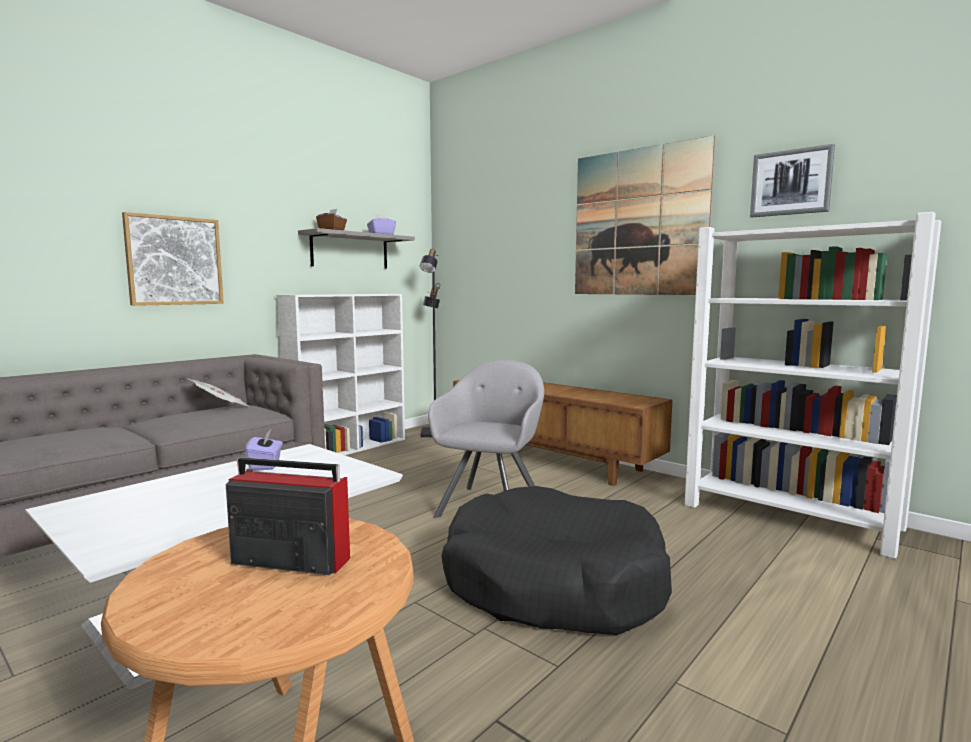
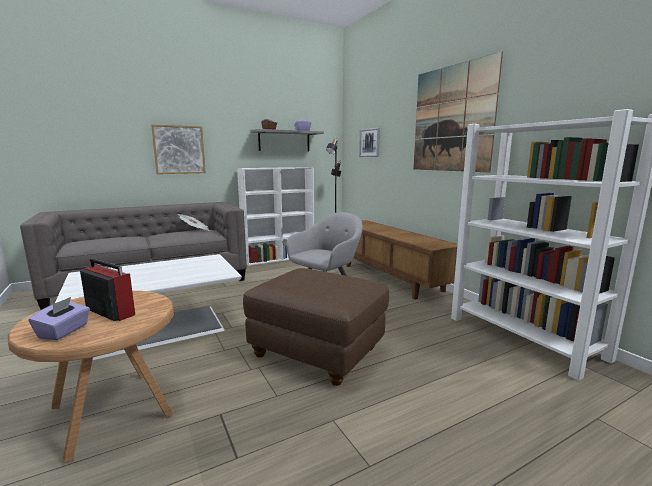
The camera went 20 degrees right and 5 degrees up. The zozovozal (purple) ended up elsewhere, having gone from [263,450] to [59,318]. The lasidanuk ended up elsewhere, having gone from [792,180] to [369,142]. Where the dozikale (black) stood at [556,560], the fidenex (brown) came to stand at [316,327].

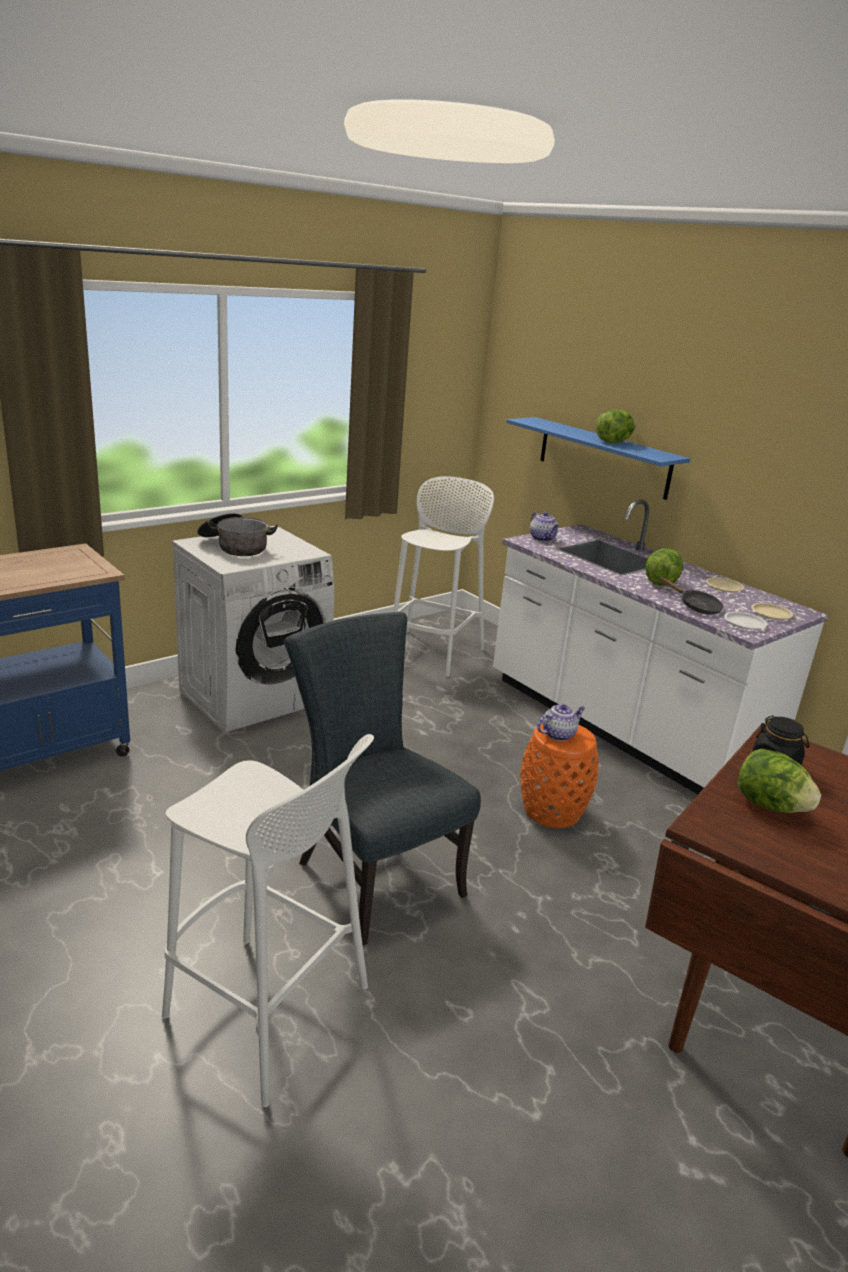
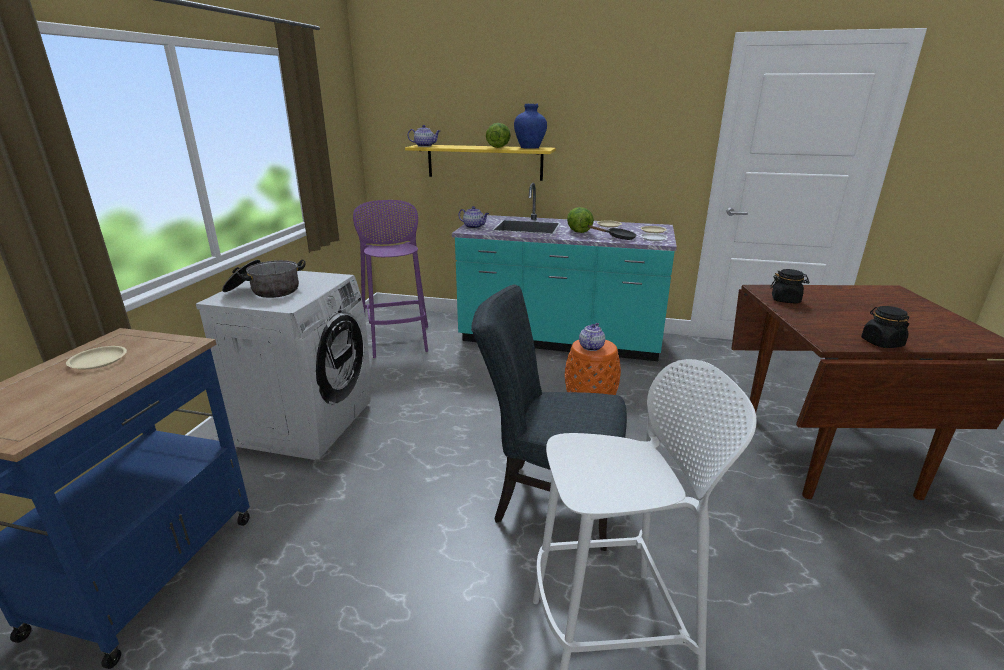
The camera went 35 degrees left and 0 degrees up. The second view lost the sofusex at [779,780]. The second view gained the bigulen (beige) at [96,357]. The second view gained the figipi at [424,136]. The second view gained the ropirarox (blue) at [530,126]. The second view gained the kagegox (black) at [885,327]. What was the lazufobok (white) at [443,576] turned into the lazufobok (purple) at [390,279]. What was the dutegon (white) at [660,646] turned into the dutegon (turquoise) at [564,272]. What was the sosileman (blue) at [598,458] turned into the sosileman (yellow) at [480,163].

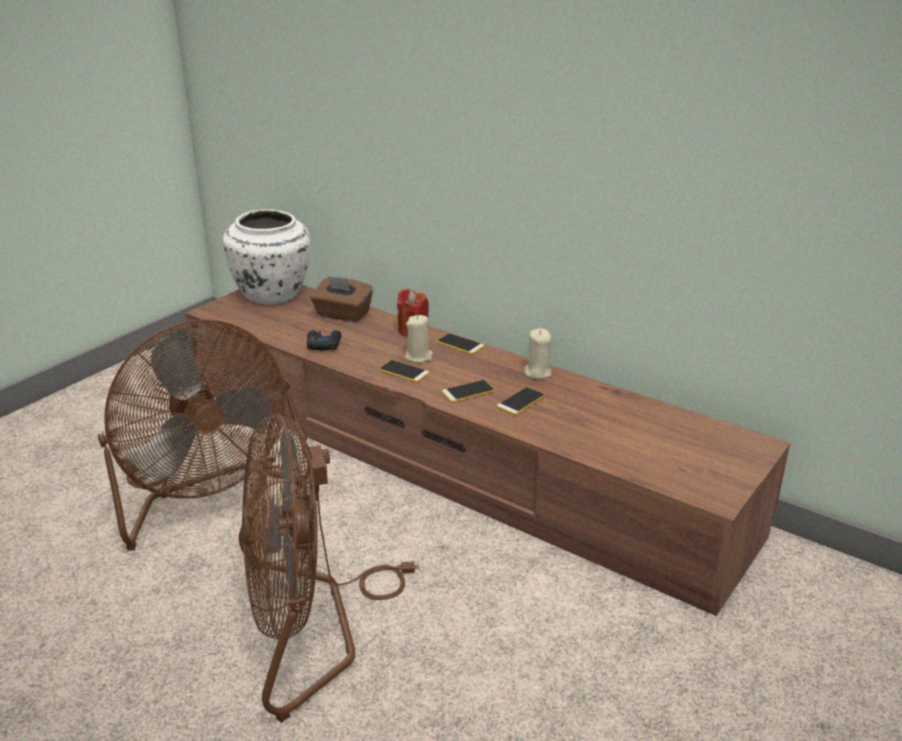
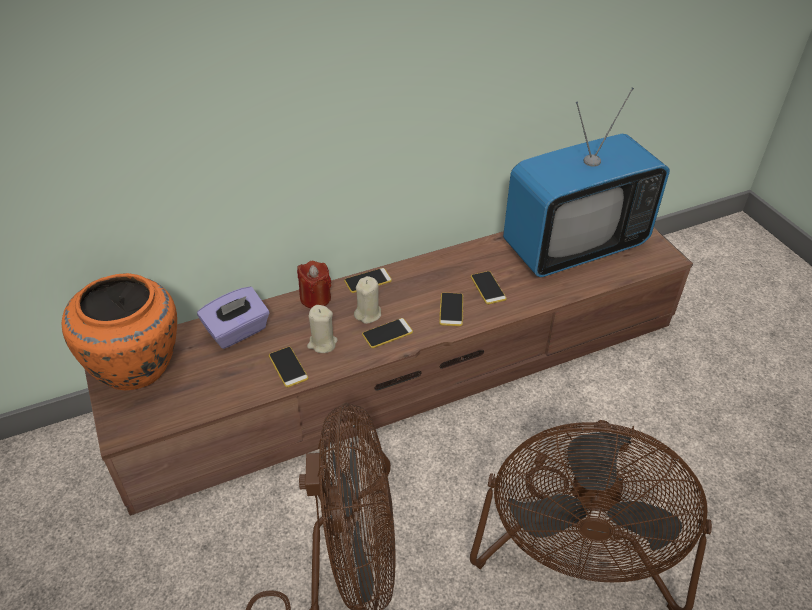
The camera went 60 degrees left and 15 degrees up. The second view gained the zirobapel at [586,182]. The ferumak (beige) ended up elsewhere, having gone from [537,353] to [322,329]. Where the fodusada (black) stood at [324,340], the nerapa came to stand at [288,367]. What was the ropirarox (white) at [267,257] turned into the ropirarox (orange) at [119,331]. What was the zozovozal (brown) at [341,298] turned into the zozovozal (purple) at [233,318].

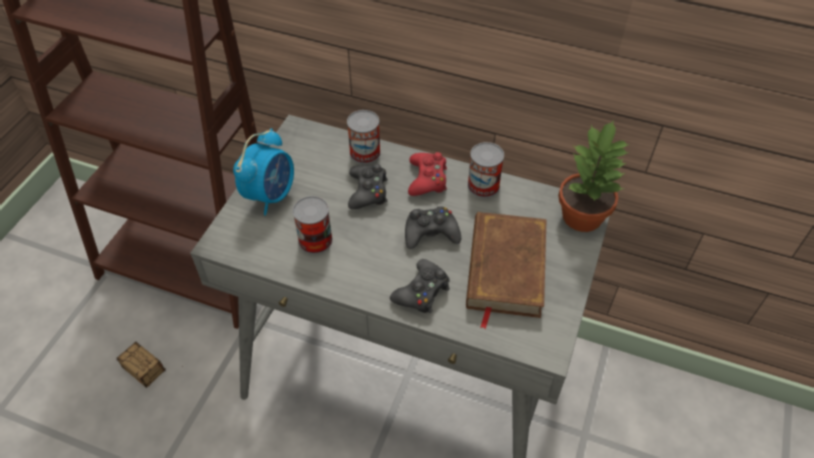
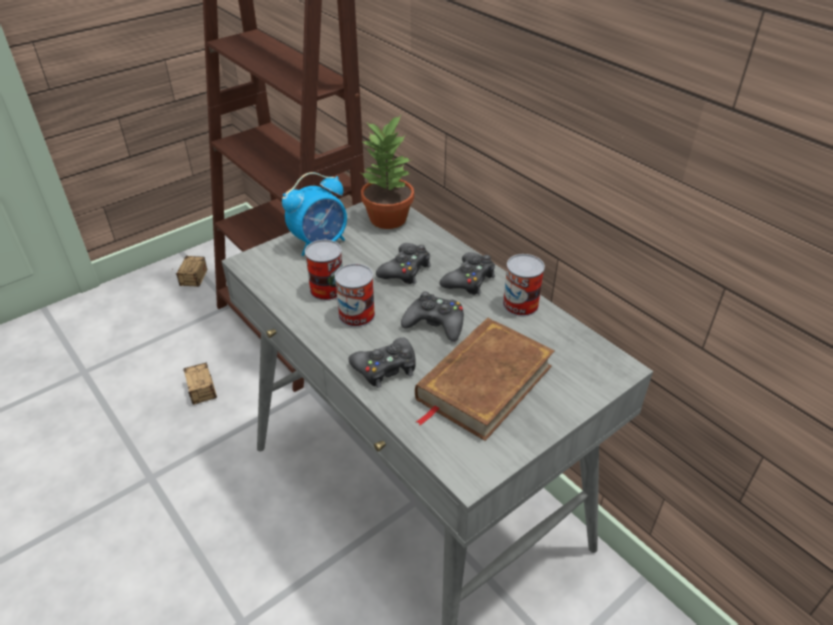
The camera went 30 degrees right and 10 degrees down. The second view gained the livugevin at [190,271]. The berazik ended up elsewhere, having gone from [364,137] to [355,295]. The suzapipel ended up elsewhere, having gone from [594,176] to [387,172]. What was the fodusada (red) at [427,174] turned into the fodusada (black) at [467,273].

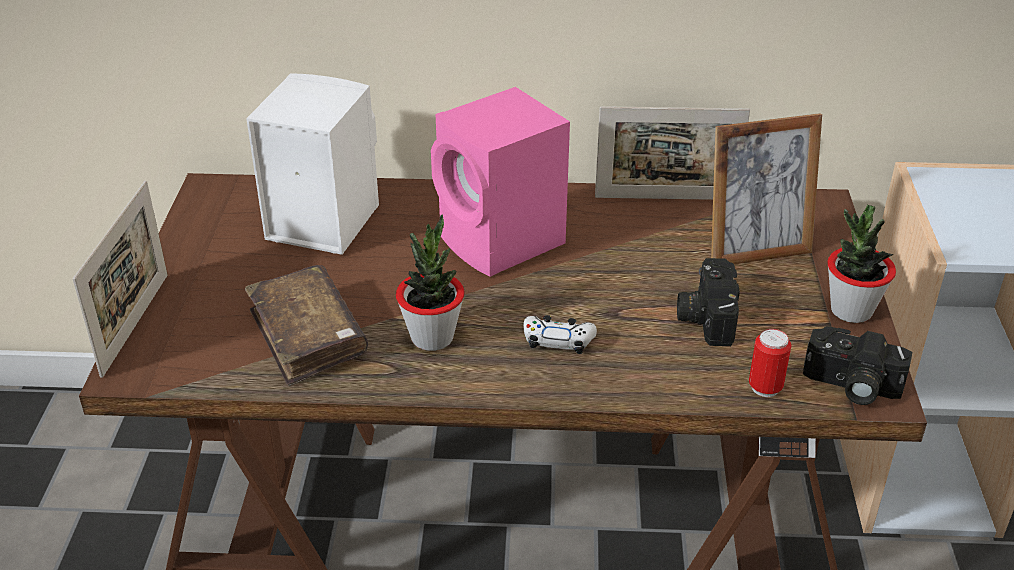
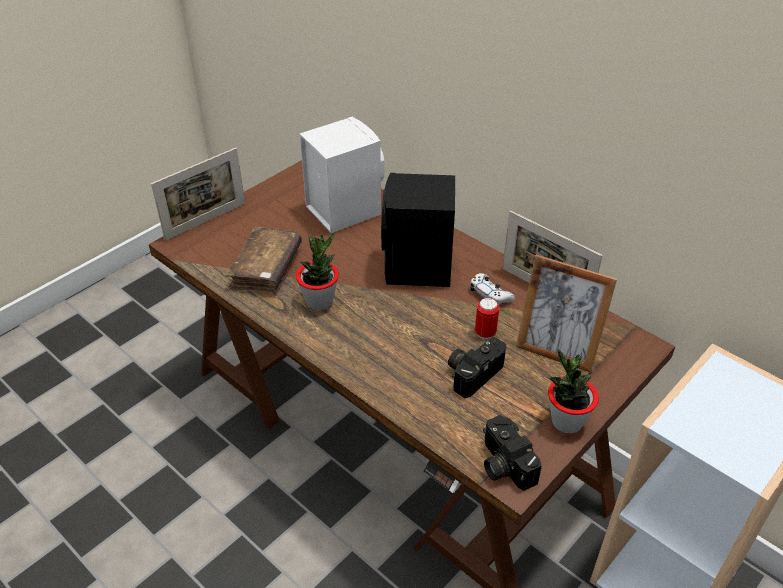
The camera went 40 degrees right and 5 degrees up. The fodusada (white) ended up elsewhere, having gone from [560,334] to [492,288]. The berazik ended up elsewhere, having gone from [770,363] to [487,318]. What was the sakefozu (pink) at [500,182] turned into the sakefozu (black) at [418,230].

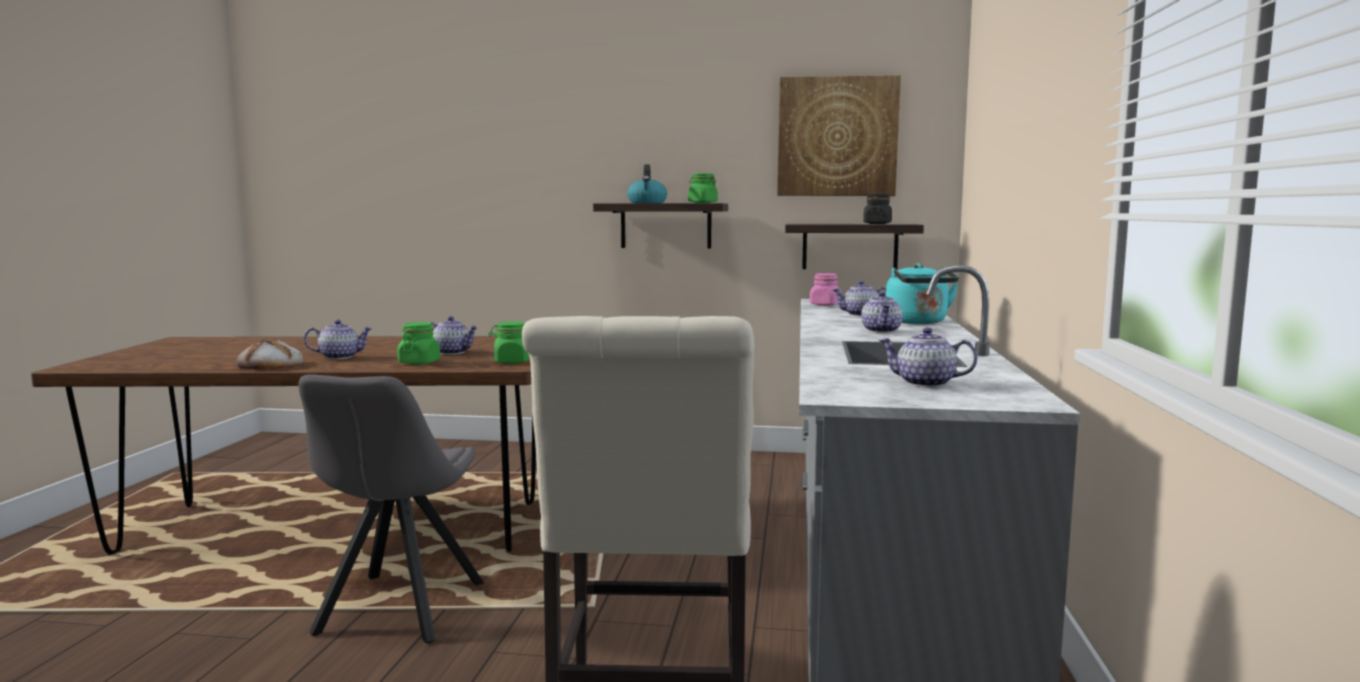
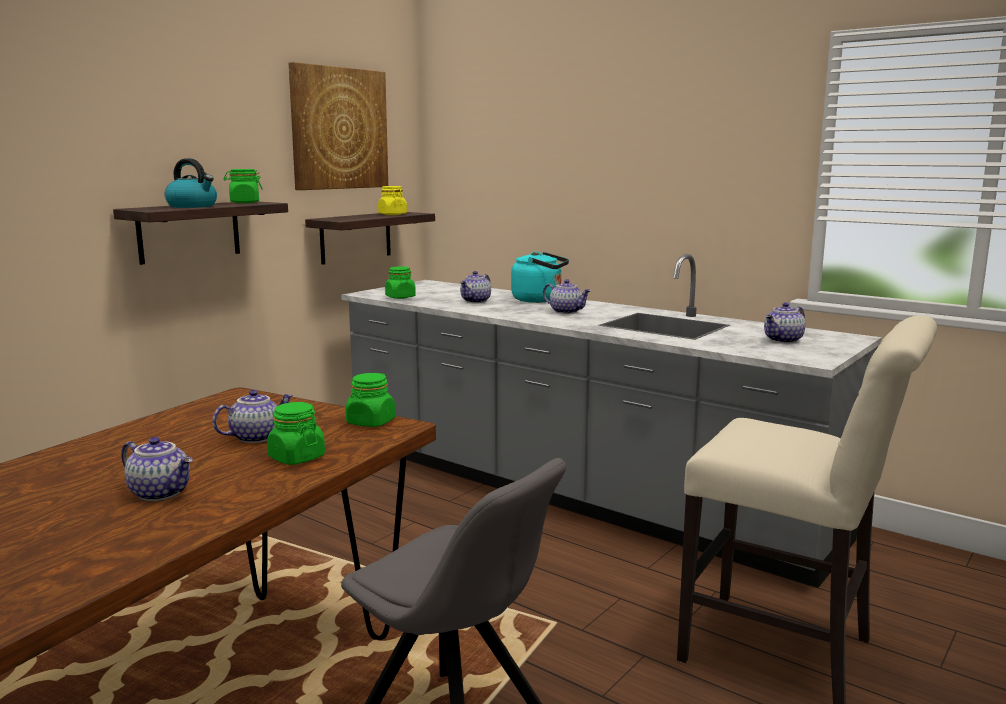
The camera went 60 degrees left and 5 degrees up. The second view lost the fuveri at [269,354]. What was the kagegox (pink) at [825,289] turned into the kagegox (green) at [400,282]. What was the kagegox (black) at [877,209] turned into the kagegox (yellow) at [392,200]. The figipi at [338,339] ended up facing another way, 105 degrees clockwise from before.

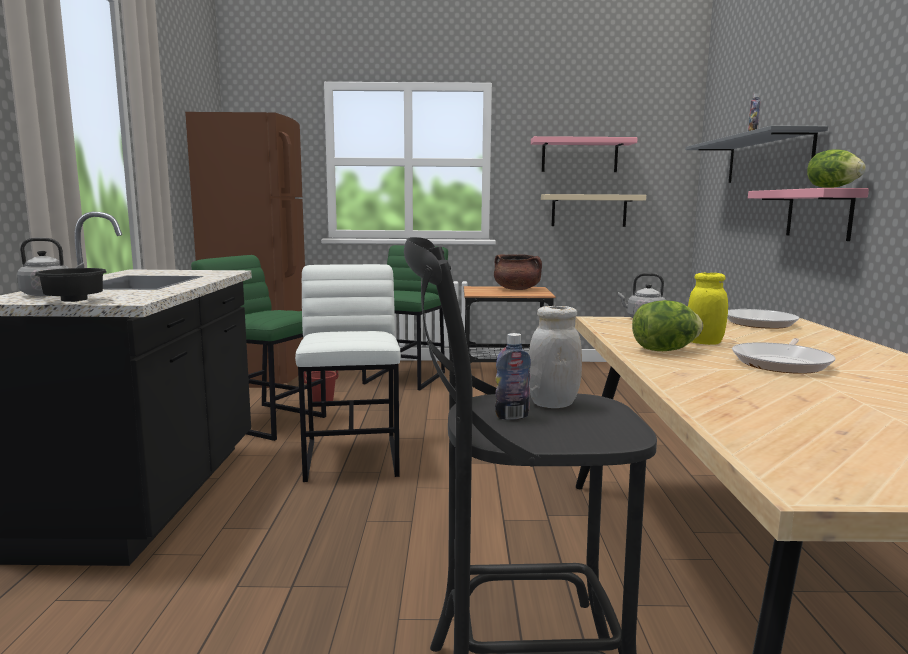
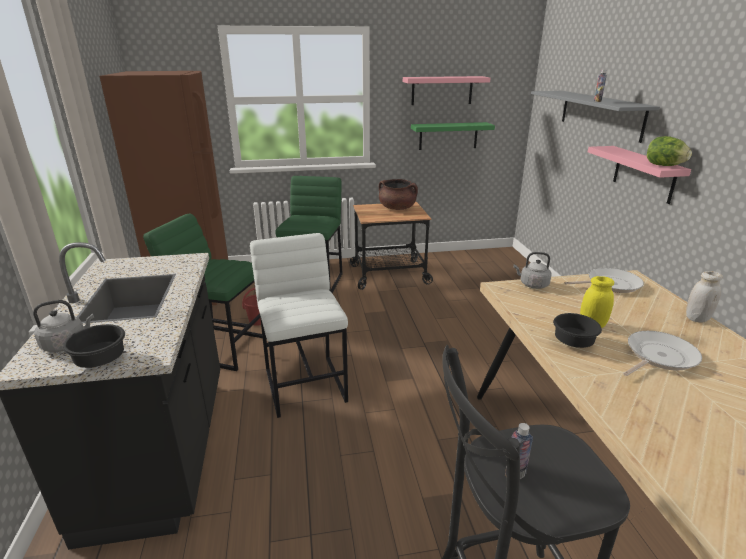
The camera went 10 degrees left and 15 degrees up. The kagegox (white) ended up elsewhere, having gone from [555,357] to [704,297]. Where the sofusex stood at [667,325], the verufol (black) came to stand at [577,330]. What was the sosileman (beige) at [593,210] turned into the sosileman (green) at [453,136]. The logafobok at [784,356] ended up facing another way, 150 degrees counterclockwise from before.

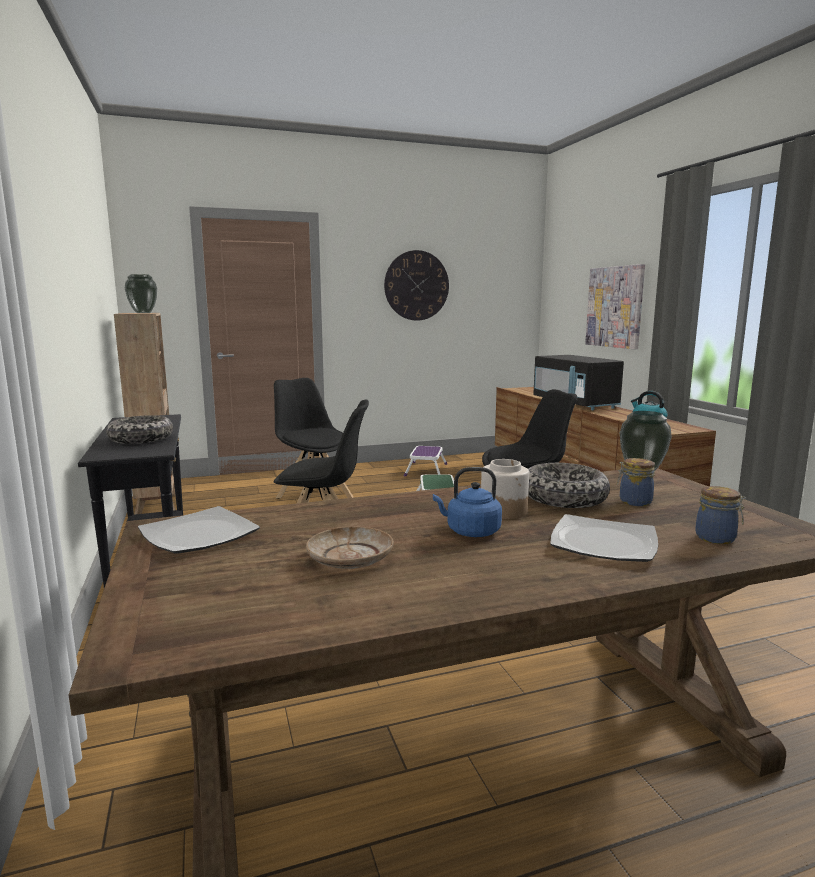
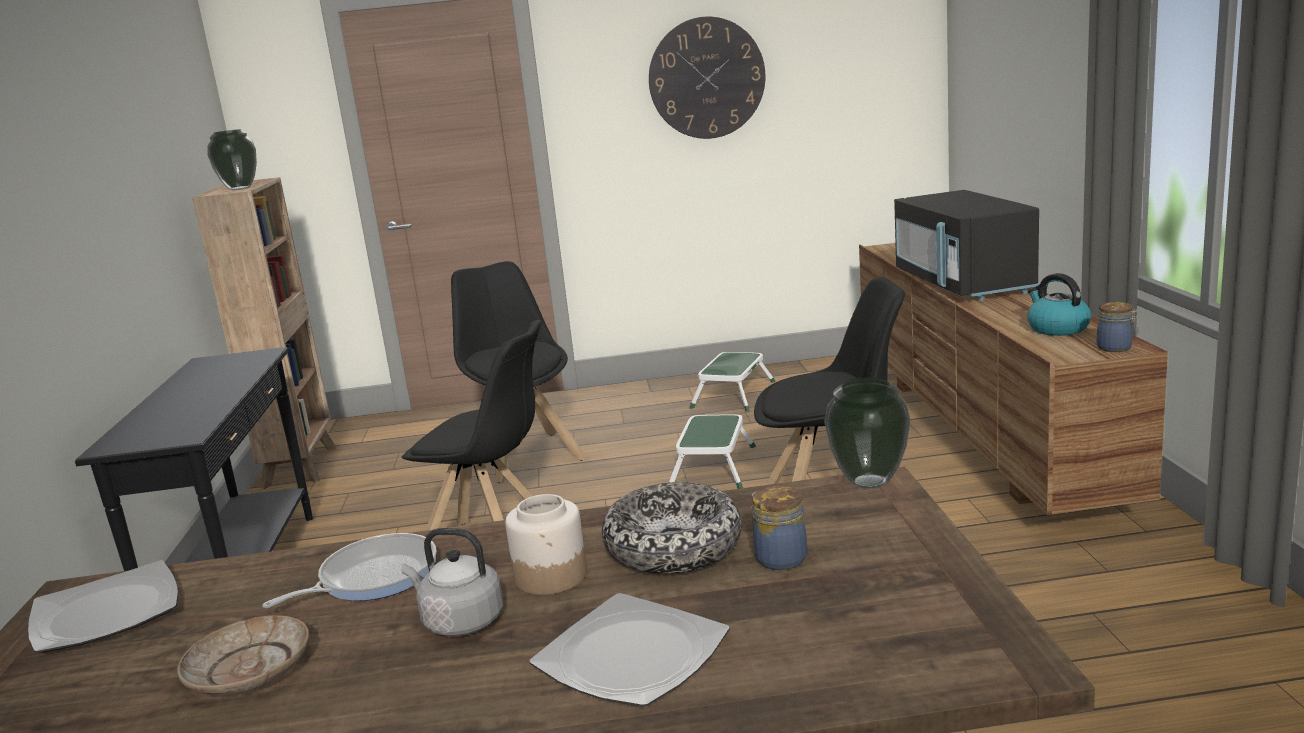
The camera went 15 degrees right and 5 degrees up. The second view lost the verufol at [139,429]. The second view lost the lasidanuk at [615,306]. The second view gained the logafobok at [350,570]. The kagegox ended up elsewhere, having gone from [720,515] to [1117,327]. What was the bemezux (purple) at [425,461] turned into the bemezux (green) at [732,382]. What was the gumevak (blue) at [467,502] turned into the gumevak (grey) at [452,582].

